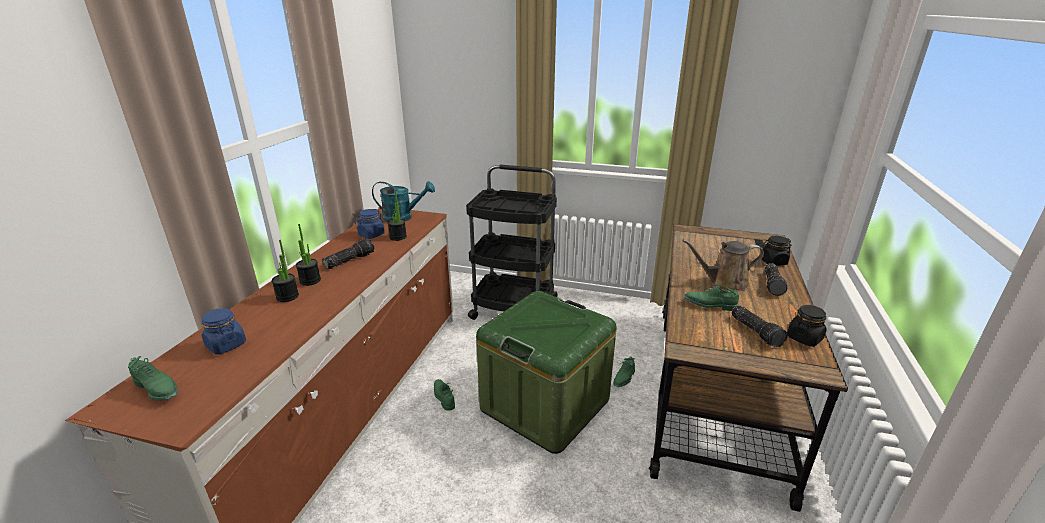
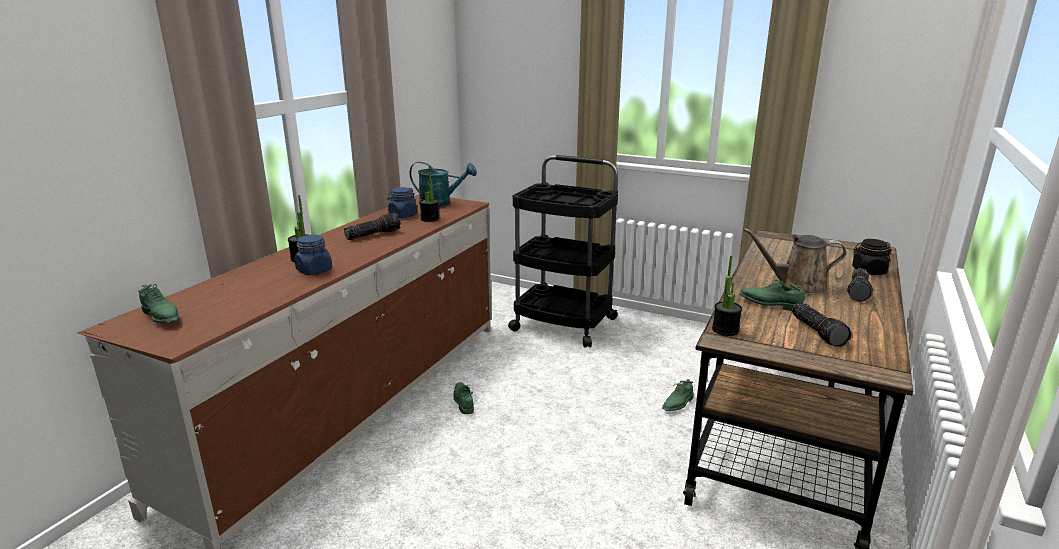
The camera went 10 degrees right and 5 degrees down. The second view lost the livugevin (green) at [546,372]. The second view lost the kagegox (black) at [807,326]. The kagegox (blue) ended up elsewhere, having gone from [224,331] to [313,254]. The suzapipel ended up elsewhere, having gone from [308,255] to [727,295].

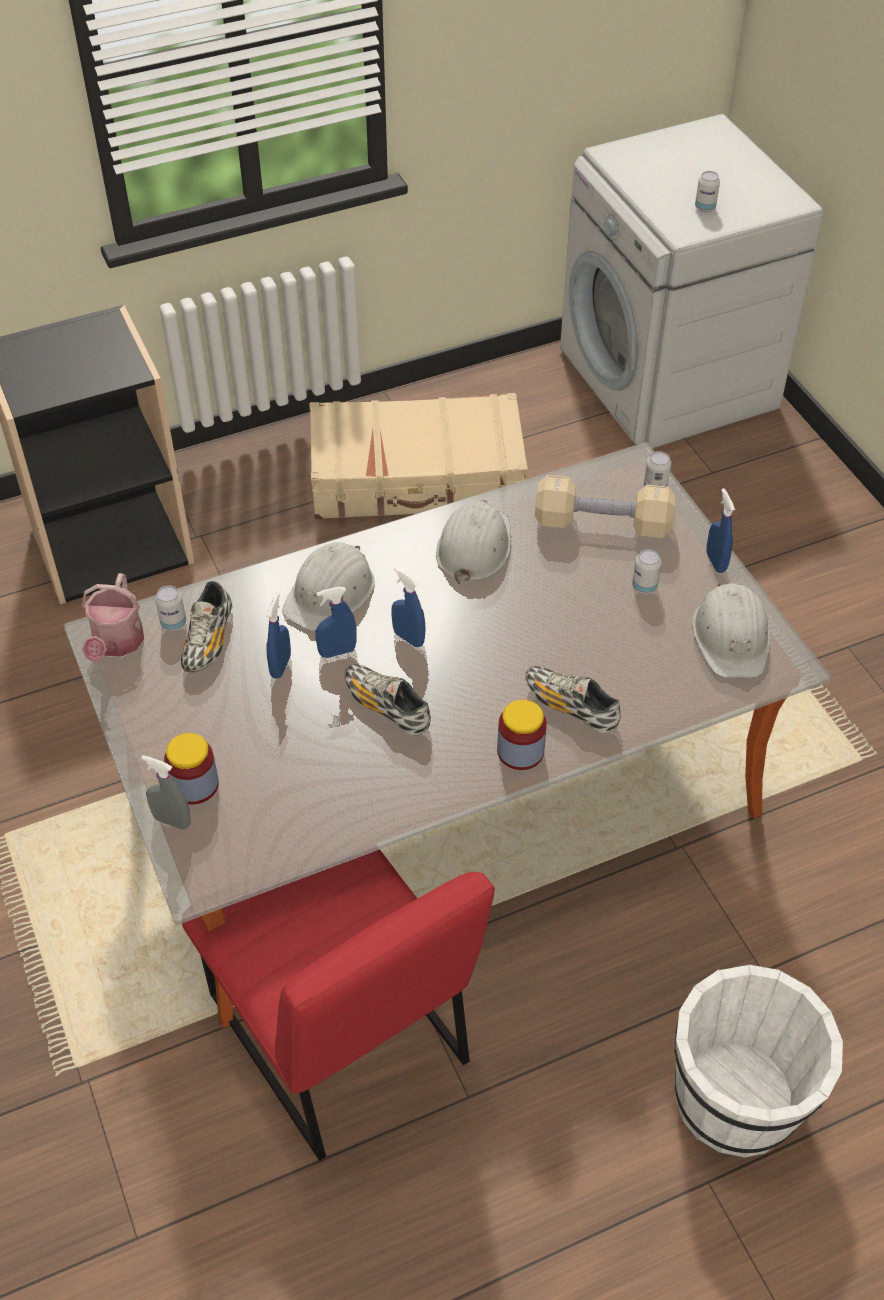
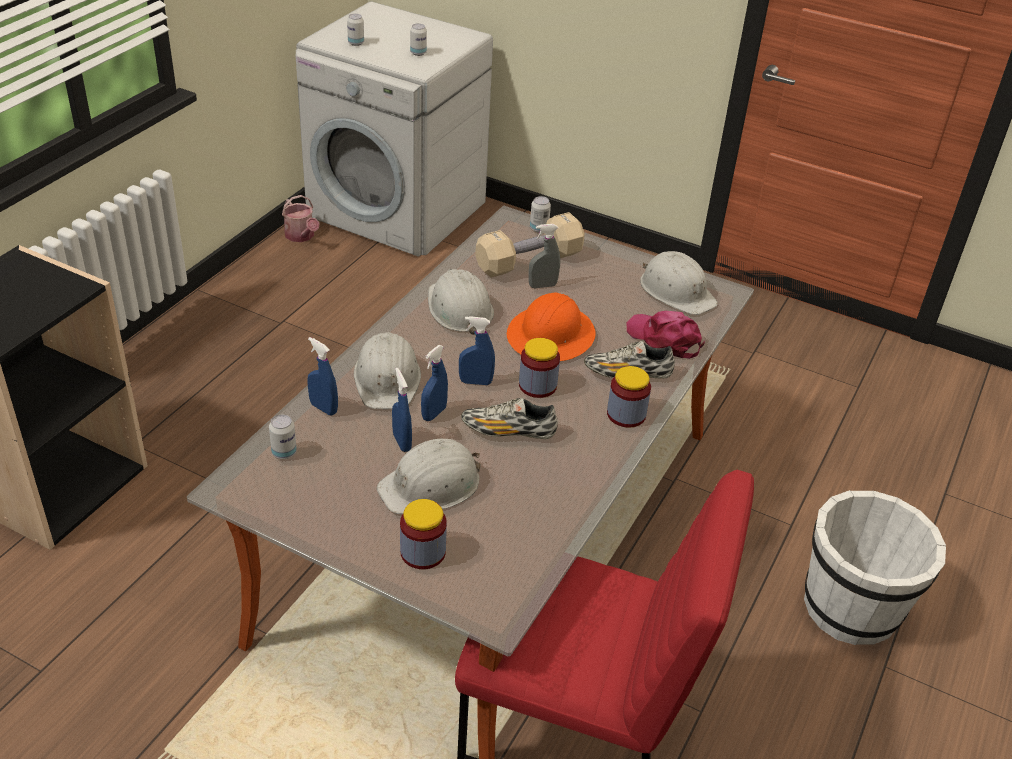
The camera went 40 degrees left and 10 degrees down. The second view lost the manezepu at [206,627]. The second view lost the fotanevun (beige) at [419,456]. The second view gained the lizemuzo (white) at [429,475]. The second view gained the lizemuzo (orange) at [551,326]. The second view gained the kagegox at [539,368]. The second view gained the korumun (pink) at [666,335]. The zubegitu ended up elsewhere, having gone from [112,617] to [300,218]. The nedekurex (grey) ended up elsewhere, having gone from [166,792] to [544,256]. The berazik ended up elsewhere, having gone from [647,571] to [355,30]. The nedekurex (blue) ended up elsewhere, having gone from [720,530] to [322,376].

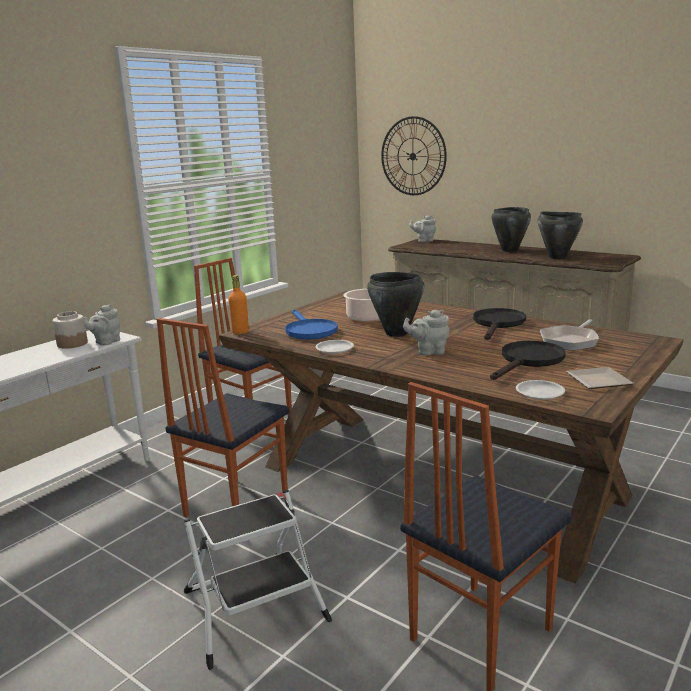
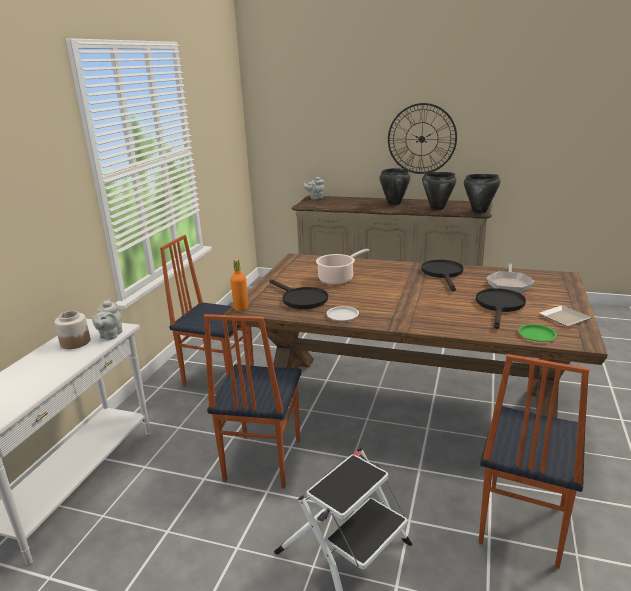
The camera went 20 degrees left and 5 degrees up. The second view lost the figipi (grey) at [426,332]. The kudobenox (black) ended up elsewhere, having gone from [395,304] to [482,193]. The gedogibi ended up elsewhere, having gone from [414,155] to [422,138]. What was the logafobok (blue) at [311,324] turned into the logafobok (black) at [299,294]. What was the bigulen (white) at [540,390] turned into the bigulen (green) at [537,333].

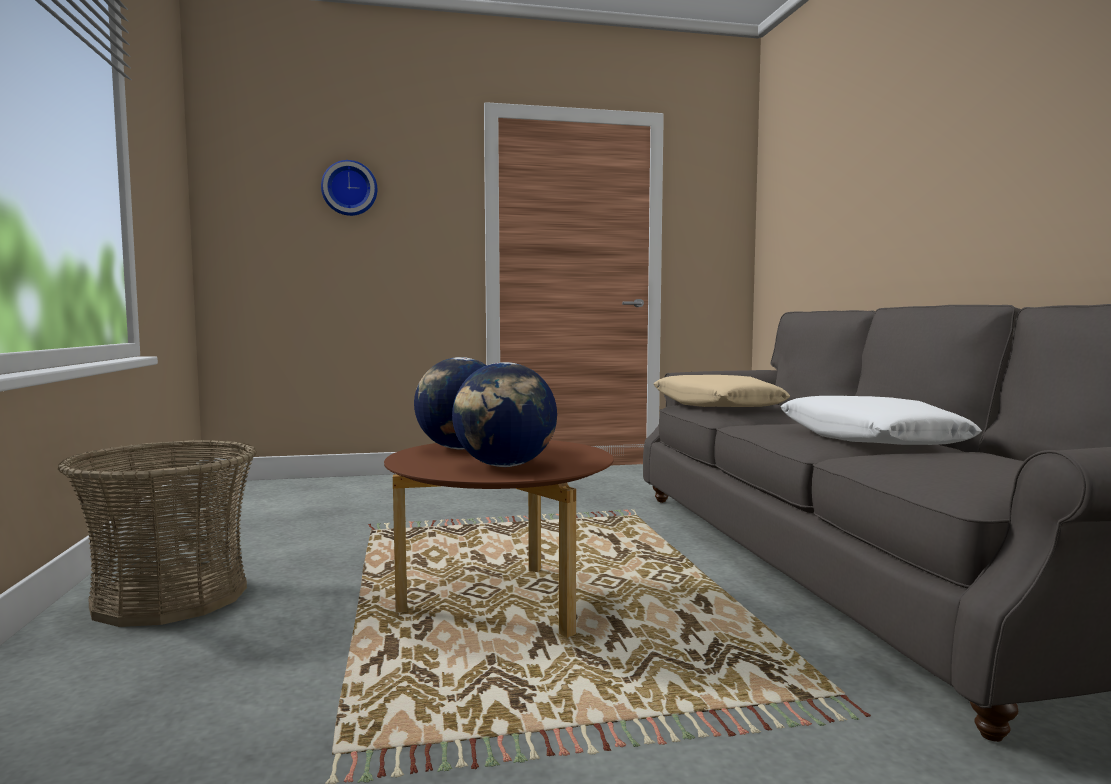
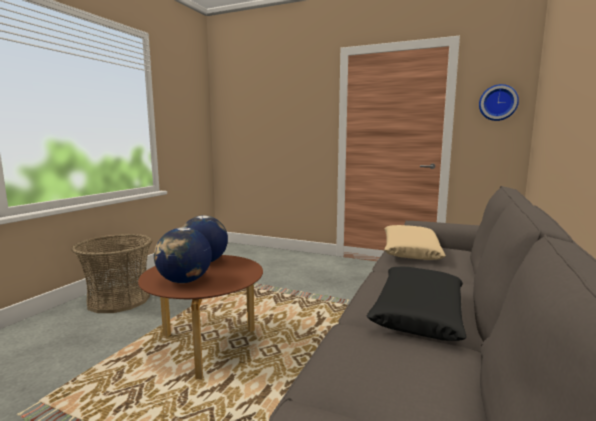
The camera went 35 degrees right and 5 degrees up. The gedogibi ended up elsewhere, having gone from [349,188] to [499,102]. What was the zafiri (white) at [881,420] turned into the zafiri (black) at [417,304].

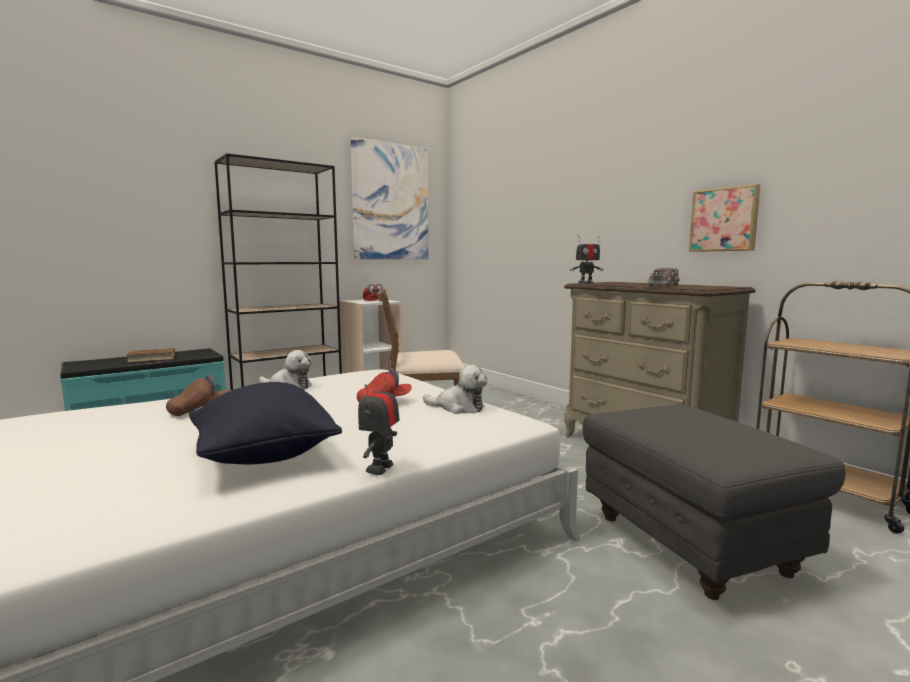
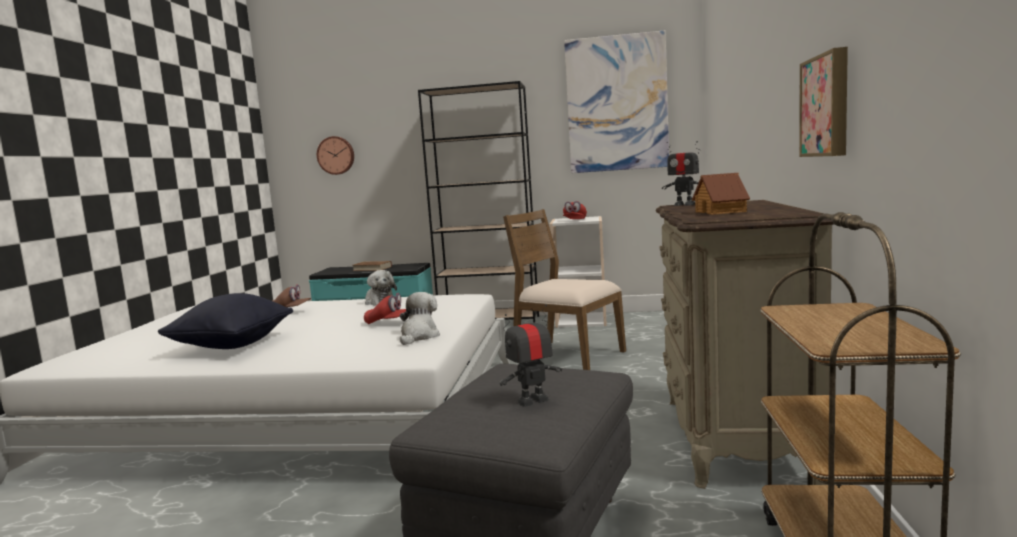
The camera went 45 degrees right and 0 degrees up. The second view gained the gedogibi at [335,155]. The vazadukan ended up elsewhere, having gone from [379,423] to [531,355]. Where the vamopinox stood at [664,277], the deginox came to stand at [721,194]. The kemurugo at [455,389] ended up facing another way, 135 degrees counterclockwise from before.

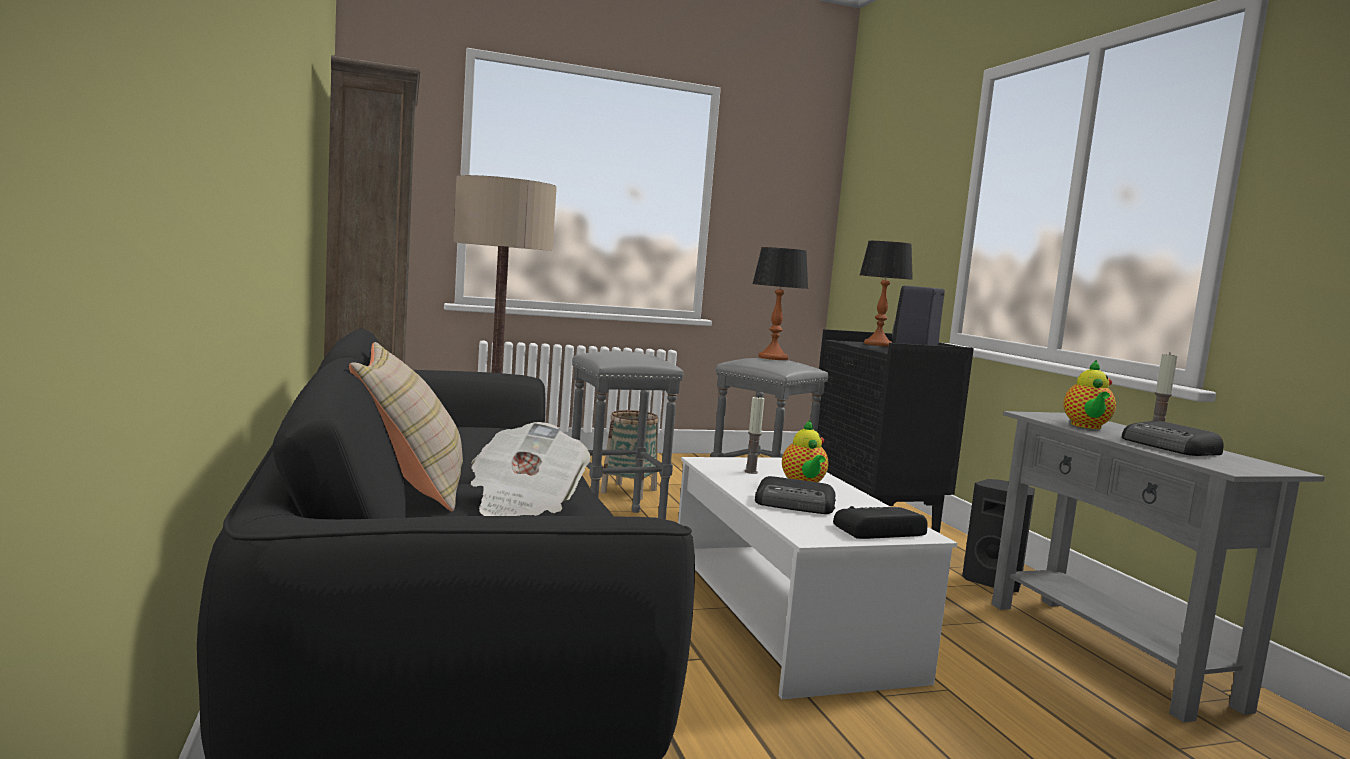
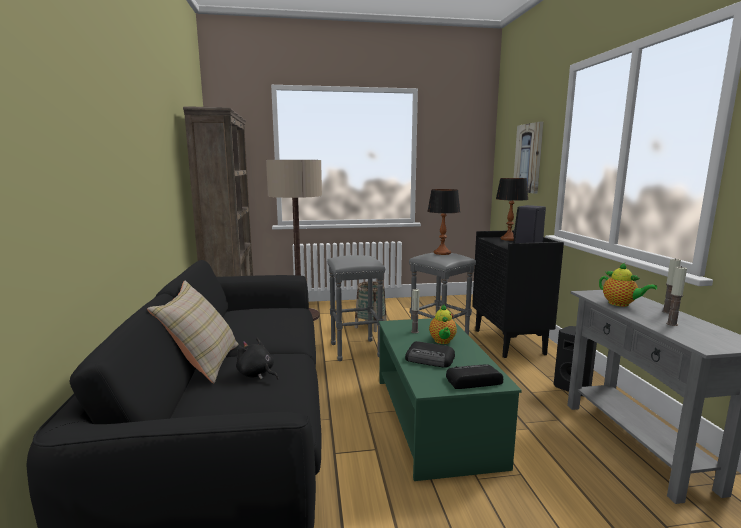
The camera went 10 degrees right and 5 degrees up. The second view gained the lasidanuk at [528,158]. Where the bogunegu stood at [531,469], the kemurugo (black) came to stand at [257,359]. Where the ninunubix stood at [1173,438], the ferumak came to stand at [676,296]. What was the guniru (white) at [817,578] turned into the guniru (green) at [450,399]. The figipi at [1089,394] ended up facing another way, 60 degrees counterclockwise from before.

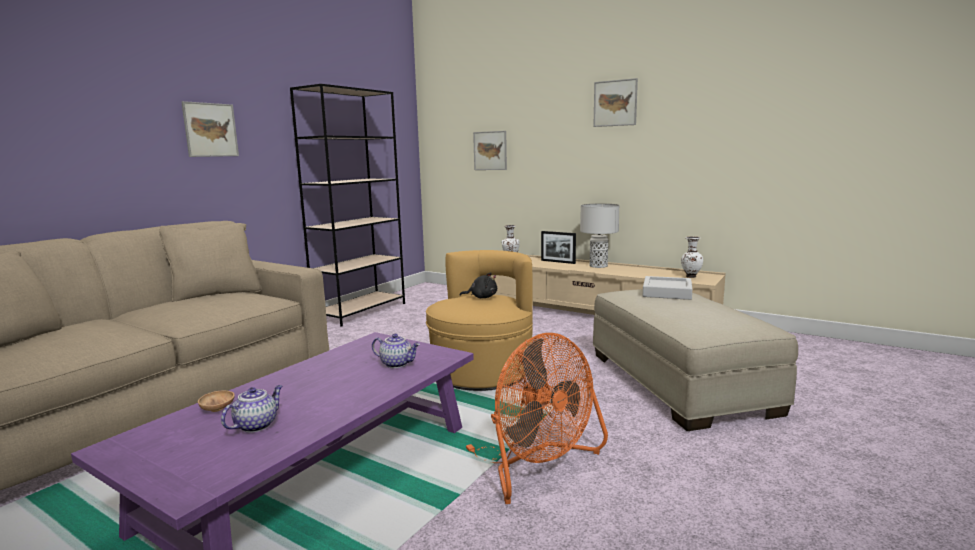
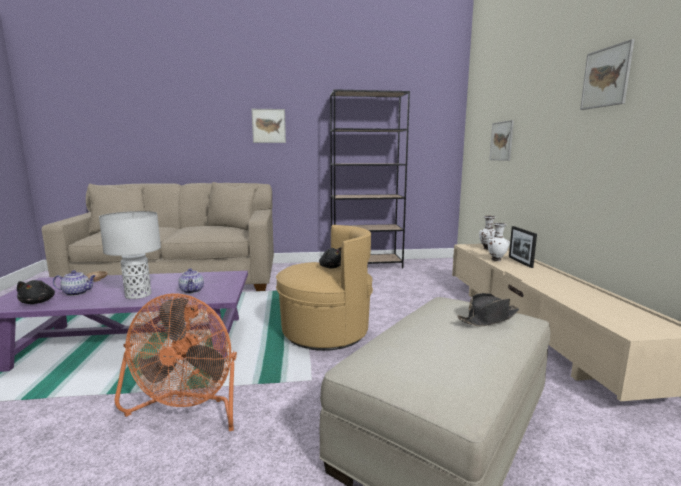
The camera went 50 degrees right and 0 degrees up. The second view gained the kemurugo (black) at [36,292]. The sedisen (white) ended up elsewhere, having gone from [599,235] to [130,255]. The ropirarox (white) ended up elsewhere, having gone from [692,257] to [499,242]. Where the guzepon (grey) stood at [667,288], the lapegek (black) came to stand at [488,309].

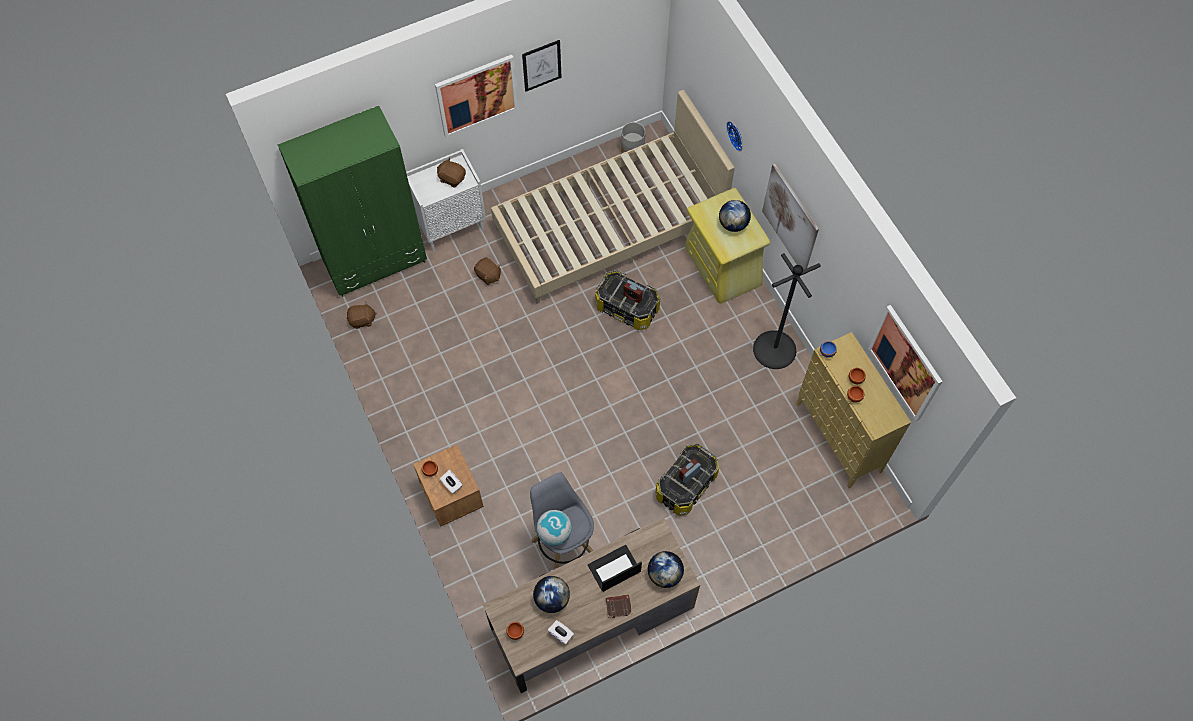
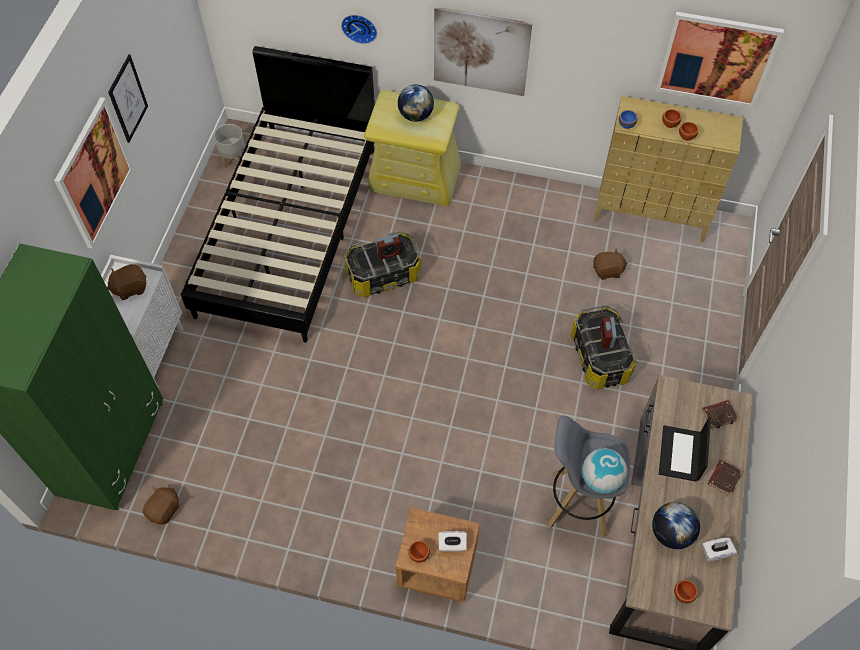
The camera went 50 degrees left and 5 degrees down. The second view lost the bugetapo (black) at [787,311]. The kemurugo (brown) ended up elsewhere, having gone from [487,271] to [610,264]. Where the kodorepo stood at [666,569], the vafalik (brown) came to stand at [720,415]. What was the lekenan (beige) at [613,197] turned into the lekenan (black) at [278,194].

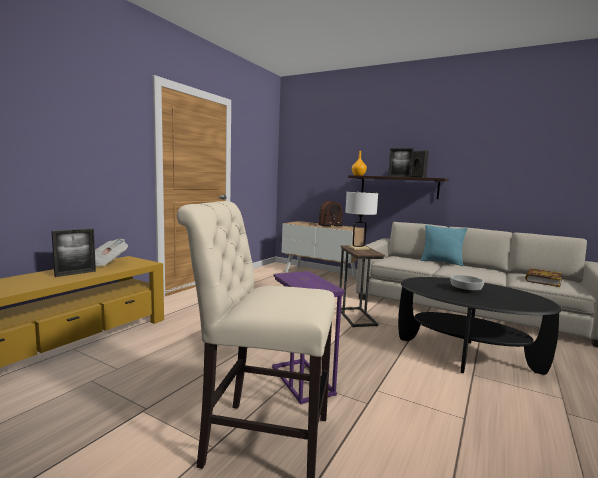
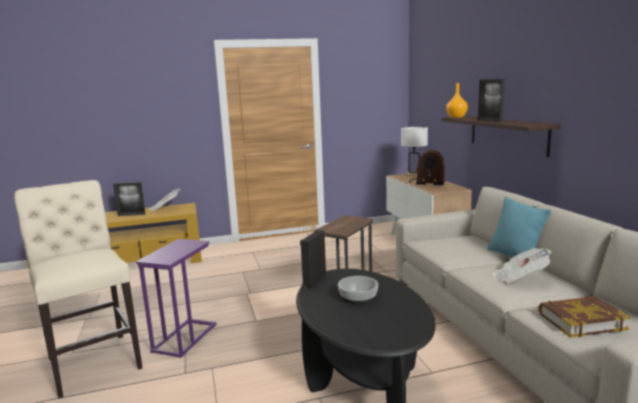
The camera went 45 degrees right and 5 degrees up. The second view gained the bogunegu at [522,265]. The sedisen (white) ended up elsewhere, having gone from [361,221] to [414,151]. The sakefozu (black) ended up elsewhere, having gone from [420,163] to [313,259].

